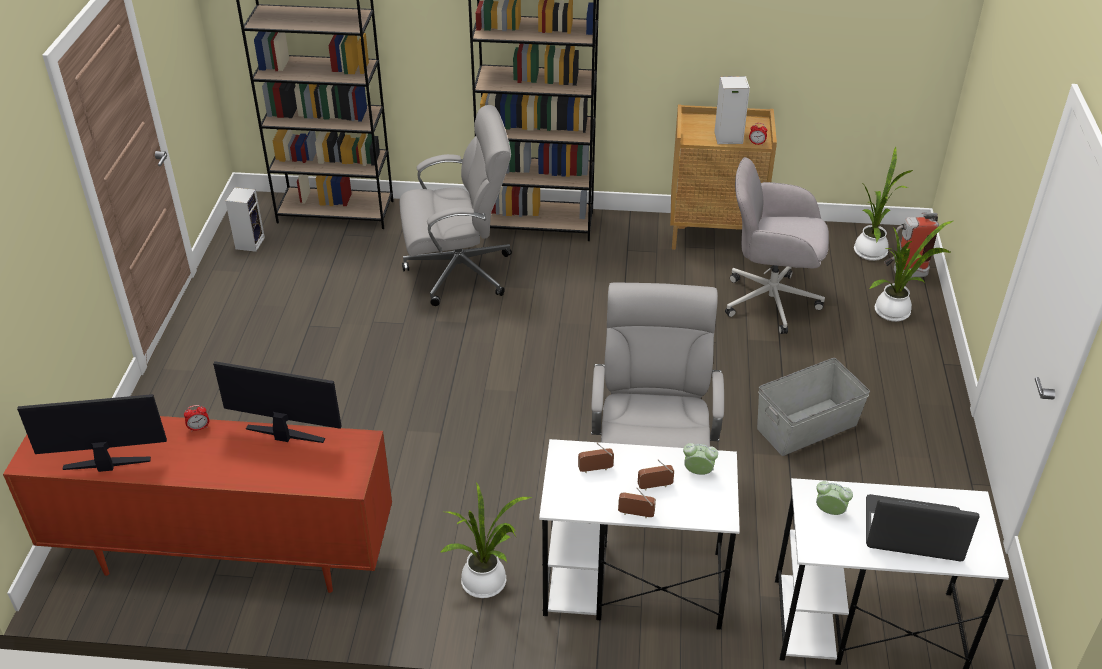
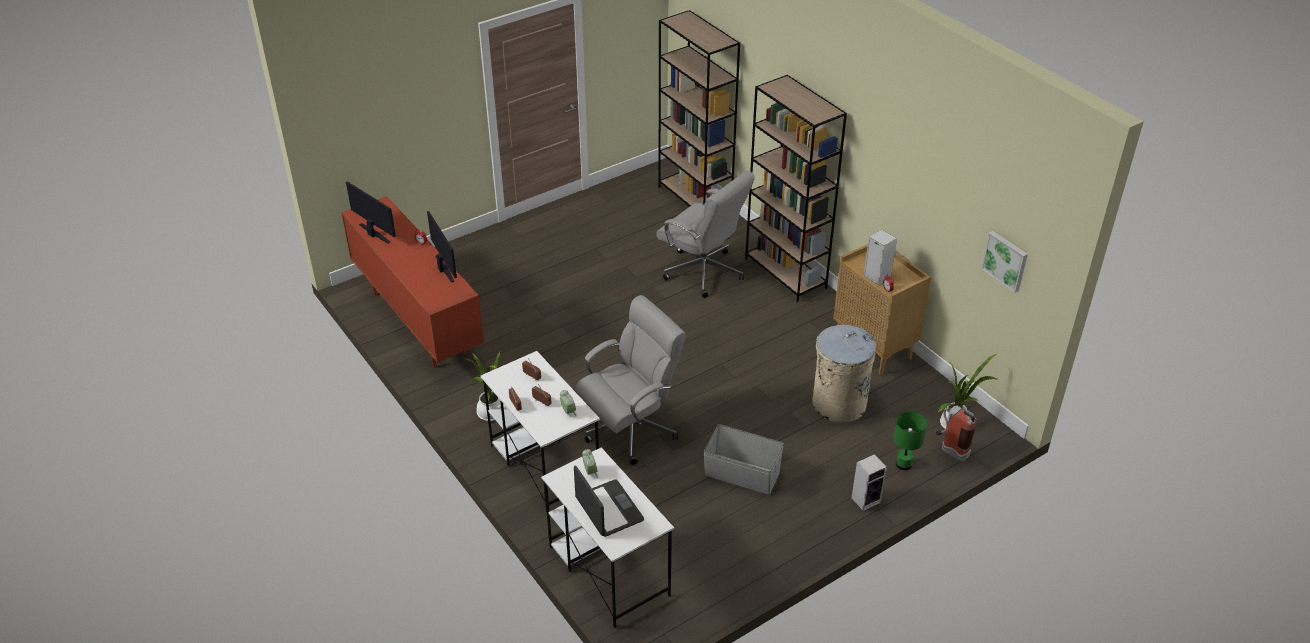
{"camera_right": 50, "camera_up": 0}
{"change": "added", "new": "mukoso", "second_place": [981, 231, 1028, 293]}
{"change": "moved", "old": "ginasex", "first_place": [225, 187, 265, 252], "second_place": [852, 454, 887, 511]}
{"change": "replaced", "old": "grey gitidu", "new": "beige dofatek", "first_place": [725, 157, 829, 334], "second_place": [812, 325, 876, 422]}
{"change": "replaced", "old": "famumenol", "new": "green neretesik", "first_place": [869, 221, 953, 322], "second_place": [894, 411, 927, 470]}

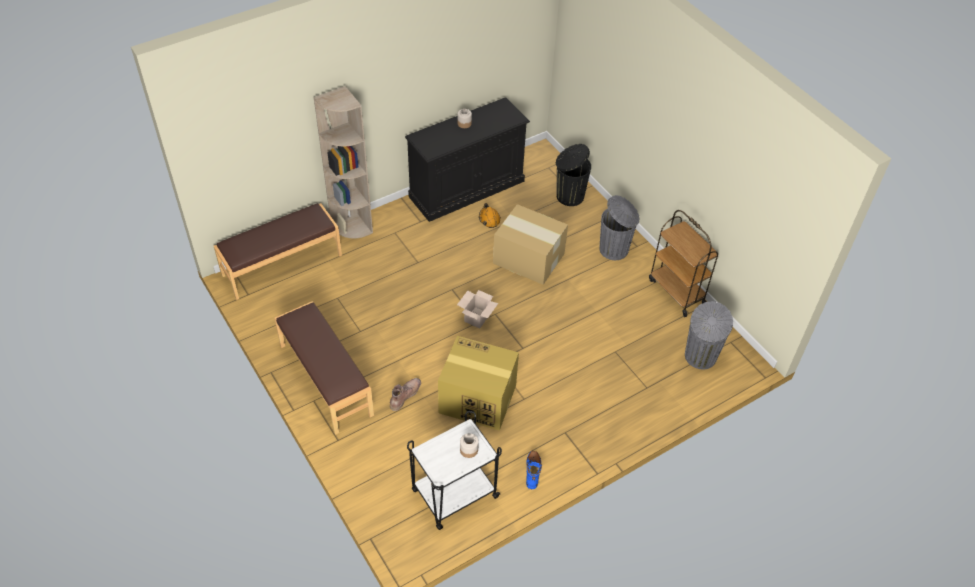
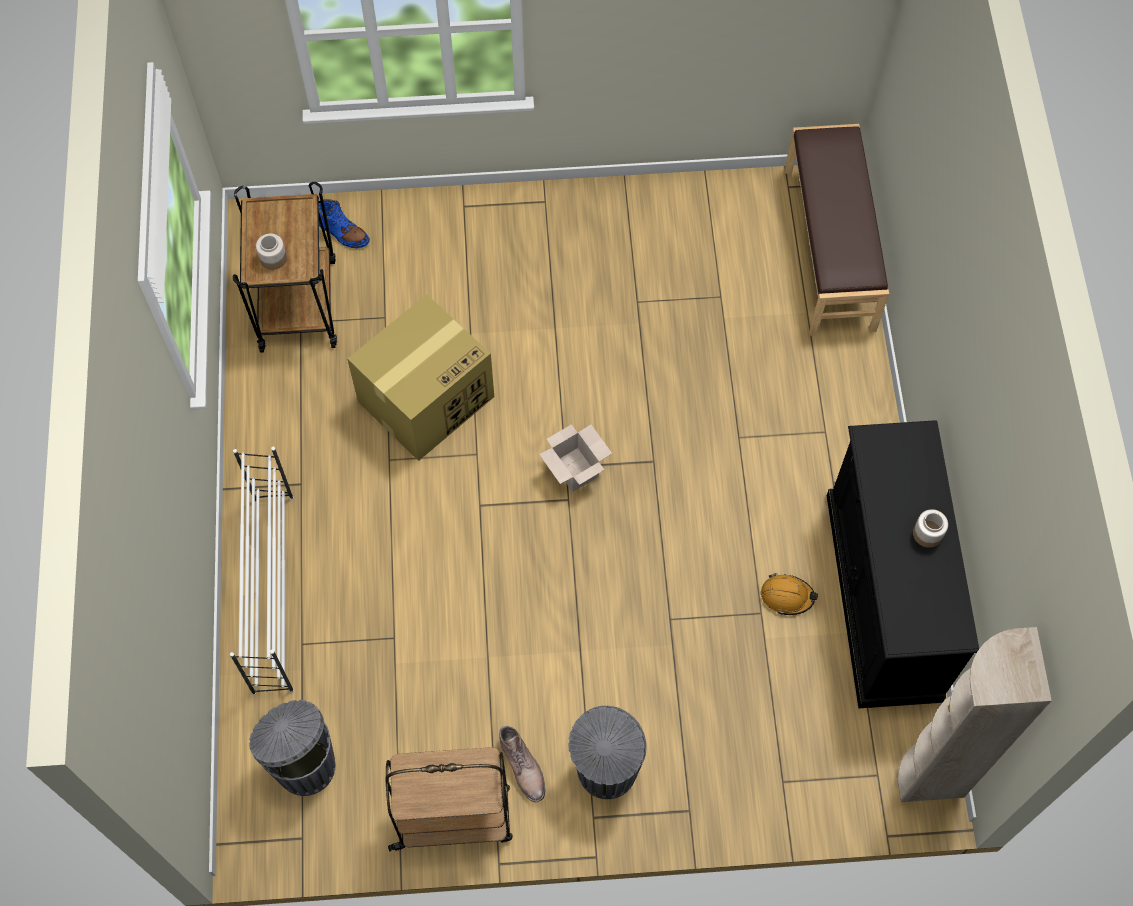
{"camera_right": 120, "camera_up": 15}
{"change": "removed", "old": "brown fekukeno", "first_place": [274, 301, 374, 435]}
{"change": "removed", "old": "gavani", "first_place": [493, 204, 568, 285]}
{"change": "removed", "old": "black dofatek", "first_place": [556, 144, 591, 206]}
{"change": "added", "new": "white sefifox", "second_place": [230, 447, 294, 695]}
{"change": "moved", "old": "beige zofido", "first_place": [314, 86, 373, 238], "second_place": [898, 627, 1052, 802]}
{"change": "moved", "old": "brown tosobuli", "first_place": [390, 378, 421, 411], "second_place": [499, 726, 545, 802]}
{"change": "moved", "old": "blue tosobuli", "first_place": [526, 451, 542, 489], "second_place": [319, 199, 370, 249]}
{"change": "recoloured", "old": "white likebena", "new": "brown likebena", "first_place": [407, 411, 502, 530], "second_place": [233, 182, 337, 353]}

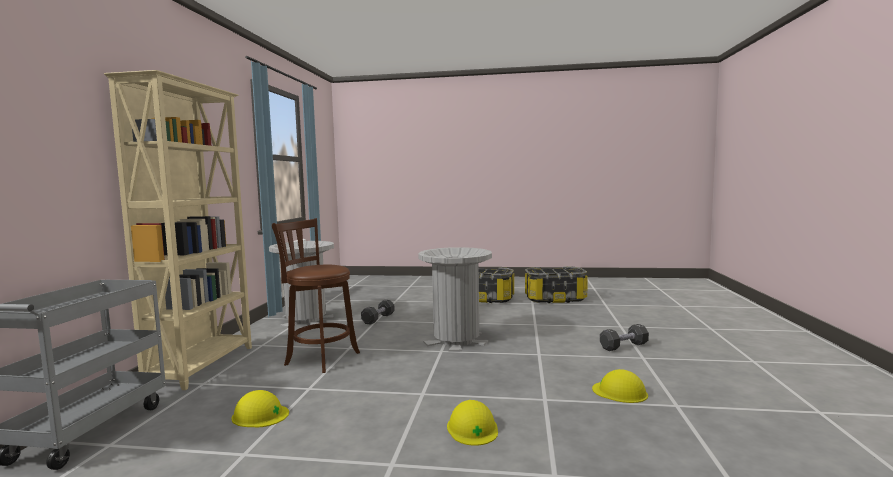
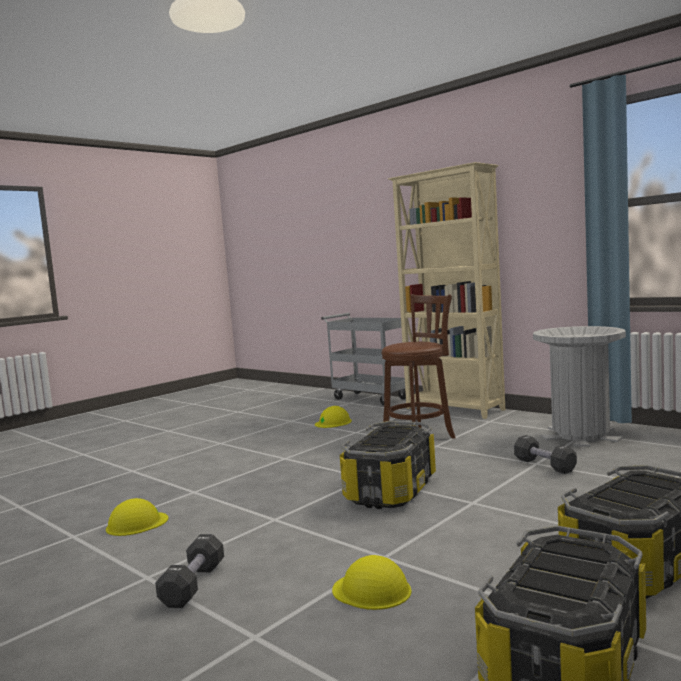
{"camera_right": 125, "camera_up": 0}
{"change": "moved", "old": "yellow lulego", "first_place": [447, 400, 498, 446], "second_place": [332, 555, 412, 610]}
{"change": "replaced", "old": "grey dofatek", "new": "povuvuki", "first_place": [418, 247, 492, 351], "second_place": [340, 421, 436, 509]}

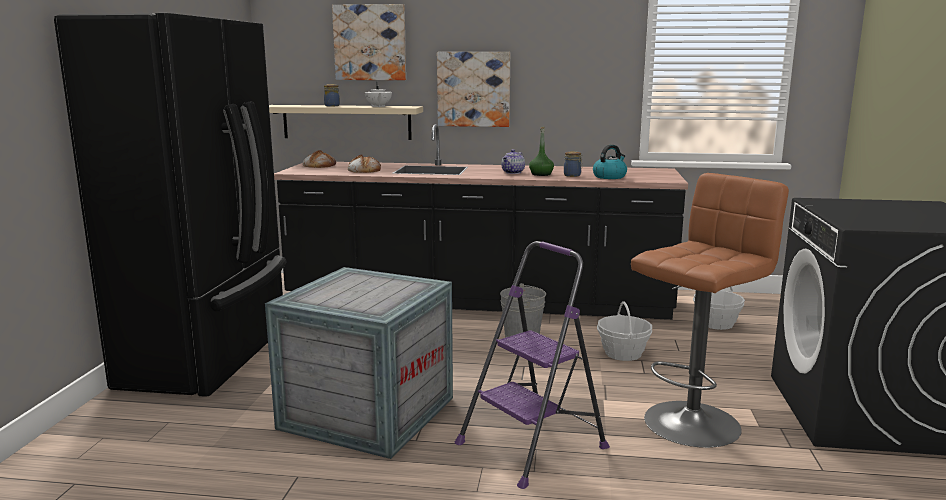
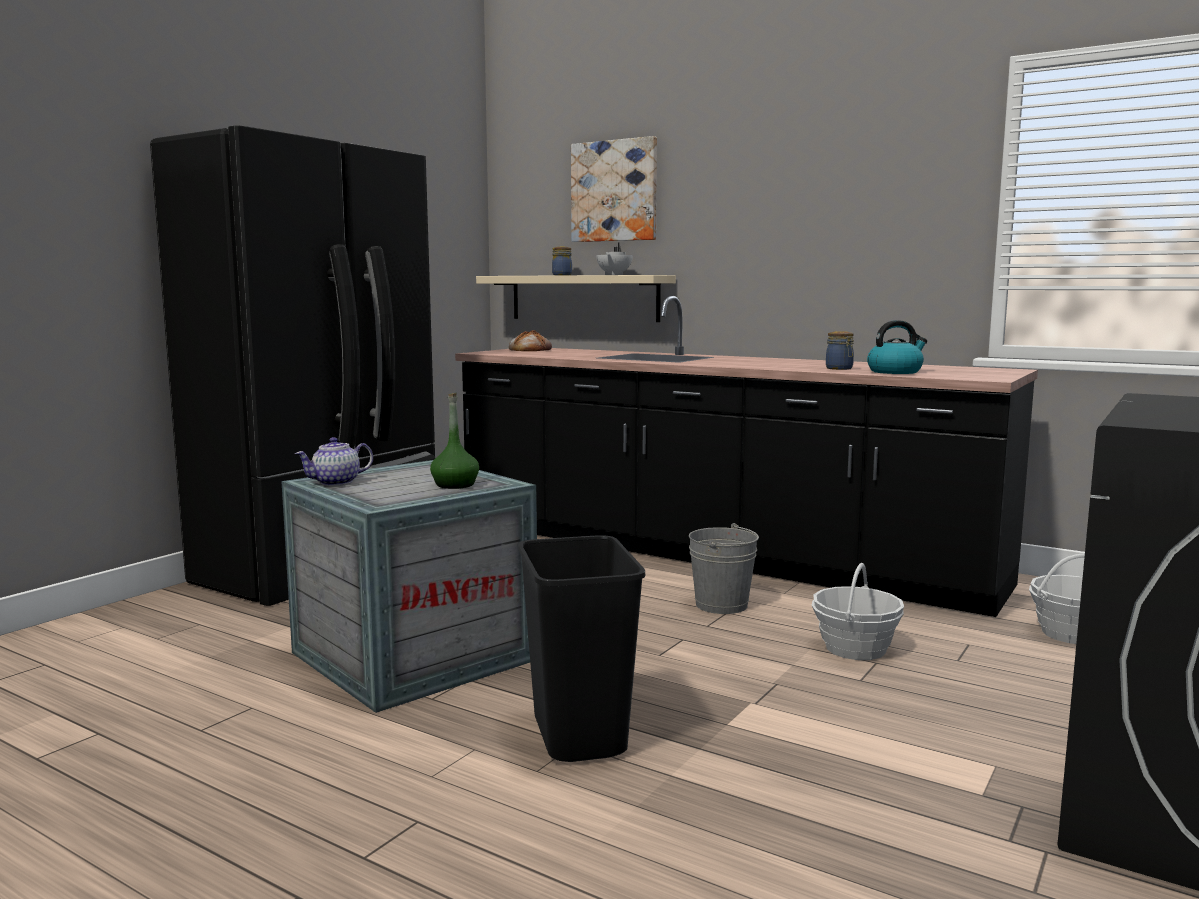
{"camera_right": 25, "camera_up": -5}
{"change": "removed", "old": "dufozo", "first_place": [348, 154, 381, 173]}
{"change": "removed", "old": "mukoso", "first_place": [437, 52, 510, 127]}
{"change": "removed", "old": "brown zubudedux", "first_place": [631, 173, 789, 448]}
{"change": "moved", "old": "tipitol", "first_place": [501, 149, 525, 174], "second_place": [295, 437, 373, 486]}
{"change": "moved", "old": "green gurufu", "first_place": [529, 127, 554, 176], "second_place": [430, 393, 479, 489]}
{"change": "replaced", "old": "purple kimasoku", "new": "black dofatek", "first_place": [454, 241, 610, 489], "second_place": [518, 535, 645, 762]}

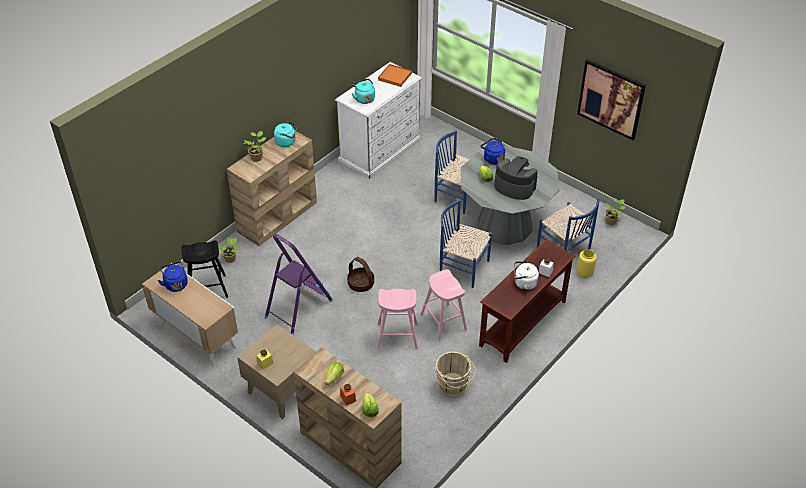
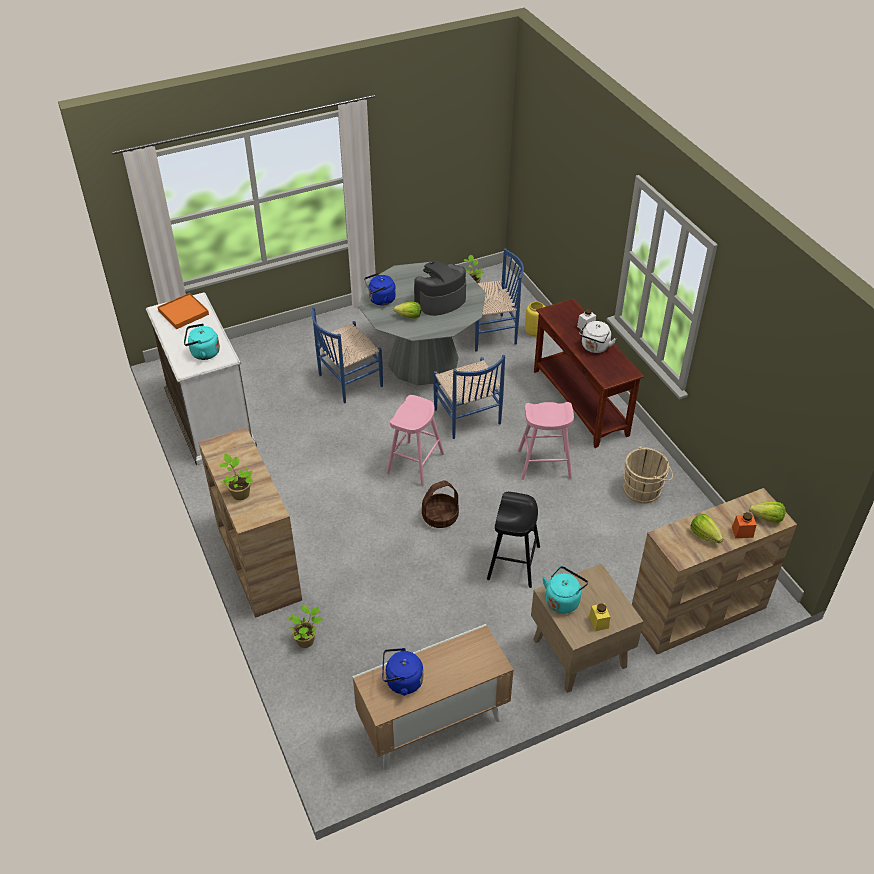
{"camera_right": -65, "camera_up": 0}
{"change": "removed", "old": "purple kimasoku", "first_place": [264, 234, 333, 335]}
{"change": "removed", "old": "mukoso", "first_place": [577, 59, 646, 140]}
{"change": "moved", "old": "black zubudedux", "first_place": [181, 240, 228, 298], "second_place": [487, 492, 540, 588]}
{"change": "moved", "old": "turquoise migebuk", "first_place": [274, 122, 298, 147], "second_place": [542, 566, 588, 614]}
{"change": "moved", "old": "pink zubudedux", "first_place": [377, 289, 418, 349], "second_place": [386, 395, 444, 486]}
{"change": "turned", "old": "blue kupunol", "first_place": [440, 199, 492, 288], "second_place": [434, 355, 505, 439], "degrees": -75}

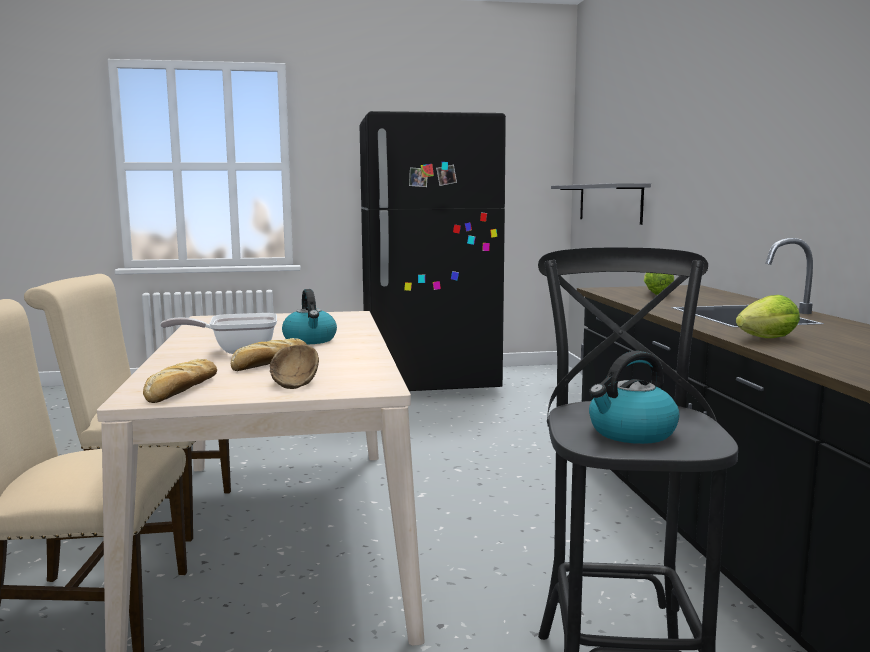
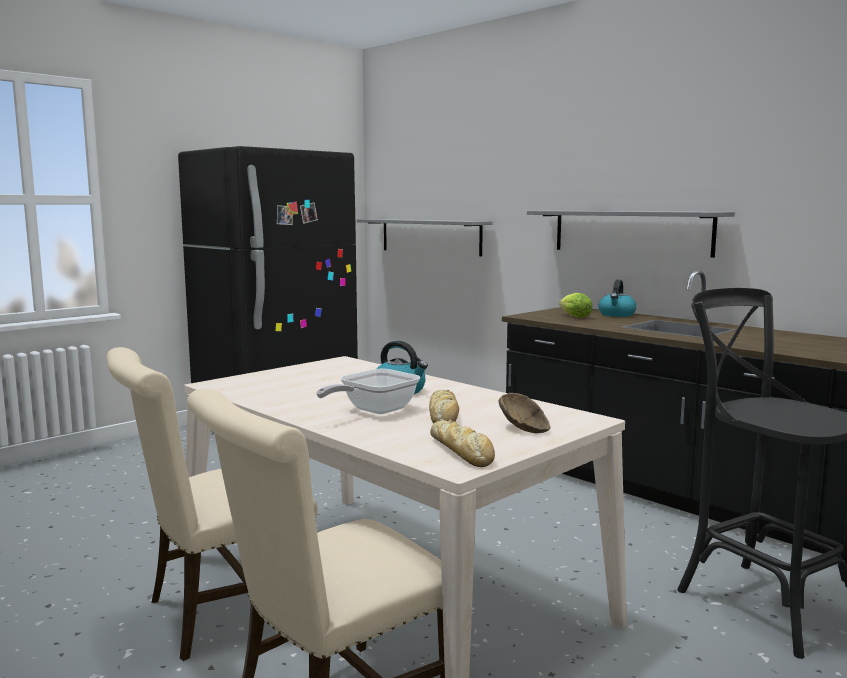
{"camera_right": -35, "camera_up": 0}
{"change": "removed", "old": "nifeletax", "first_place": [736, 295, 800, 338]}
{"change": "added", "new": "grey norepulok", "second_place": [527, 211, 735, 258]}
{"change": "moved", "old": "migebuk", "first_place": [589, 351, 680, 444], "second_place": [598, 280, 637, 317]}

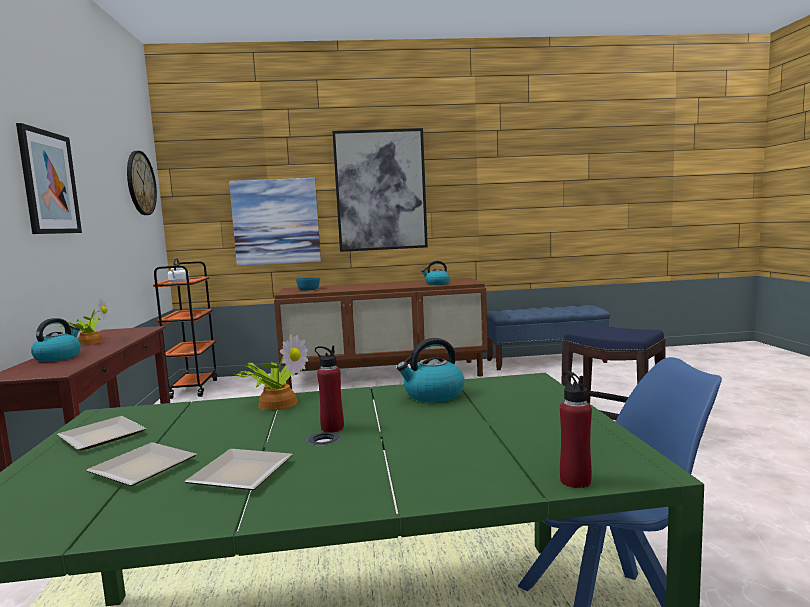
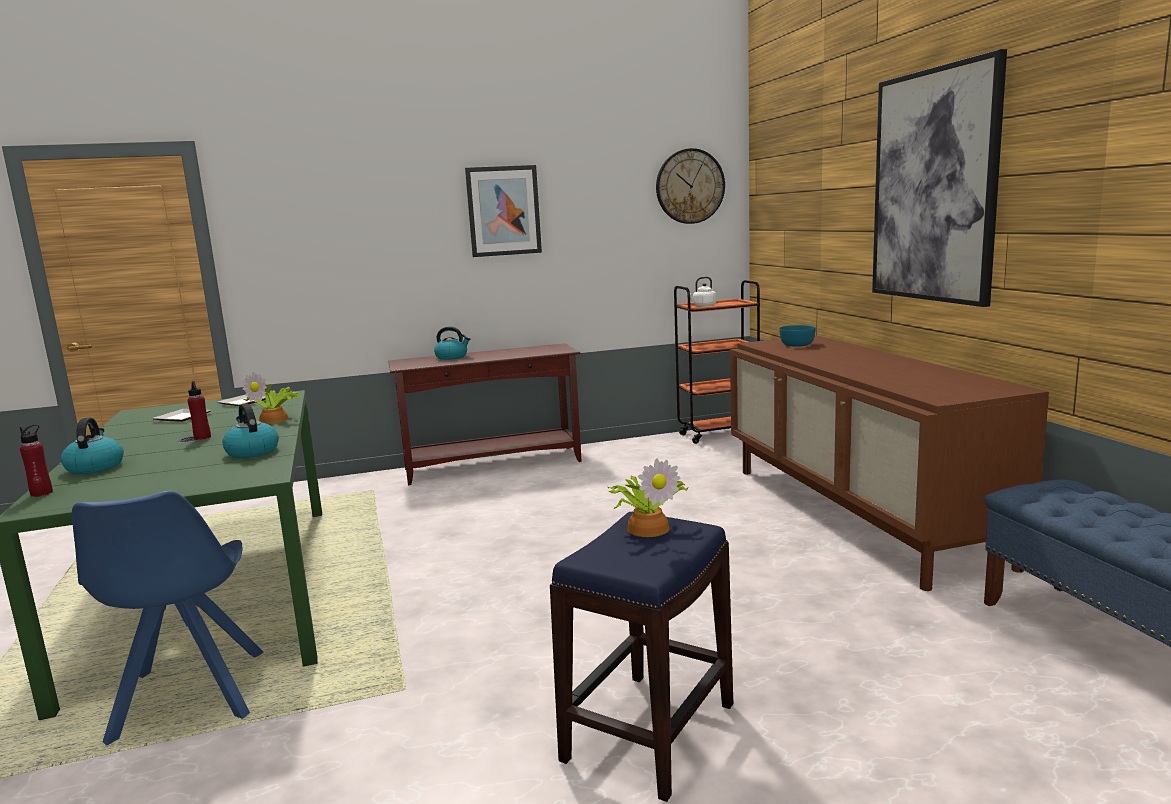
{"camera_right": 80, "camera_up": 5}
{"change": "removed", "old": "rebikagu", "first_place": [184, 449, 293, 490]}
{"change": "removed", "old": "mukoso", "first_place": [229, 178, 321, 266]}
{"change": "moved", "old": "famumenol", "first_place": [60, 299, 109, 345], "second_place": [607, 458, 689, 537]}
{"change": "moved", "old": "migebuk", "first_place": [421, 261, 450, 285], "second_place": [61, 417, 124, 474]}

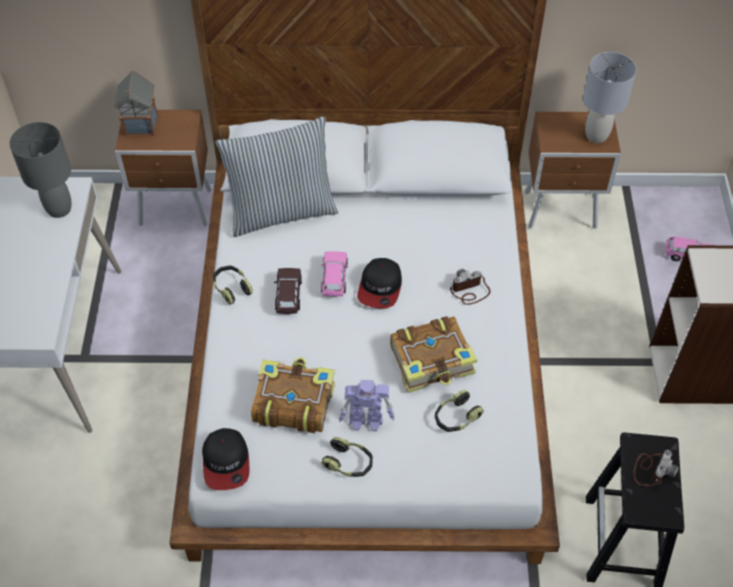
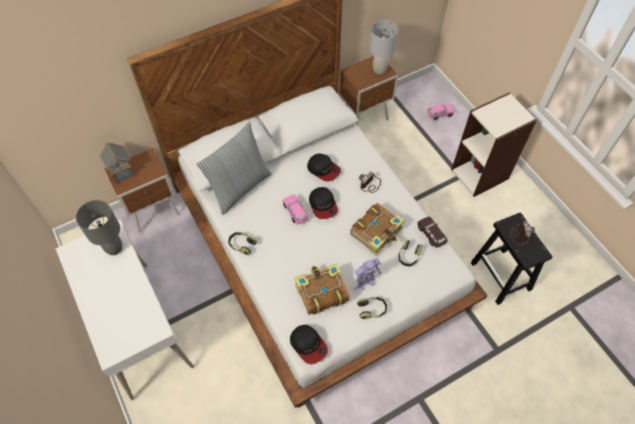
{"camera_right": -30, "camera_up": 5}
{"change": "added", "new": "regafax", "second_place": [307, 153, 341, 182]}
{"change": "moved", "old": "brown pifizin", "first_place": [274, 268, 302, 314], "second_place": [417, 216, 447, 248]}

